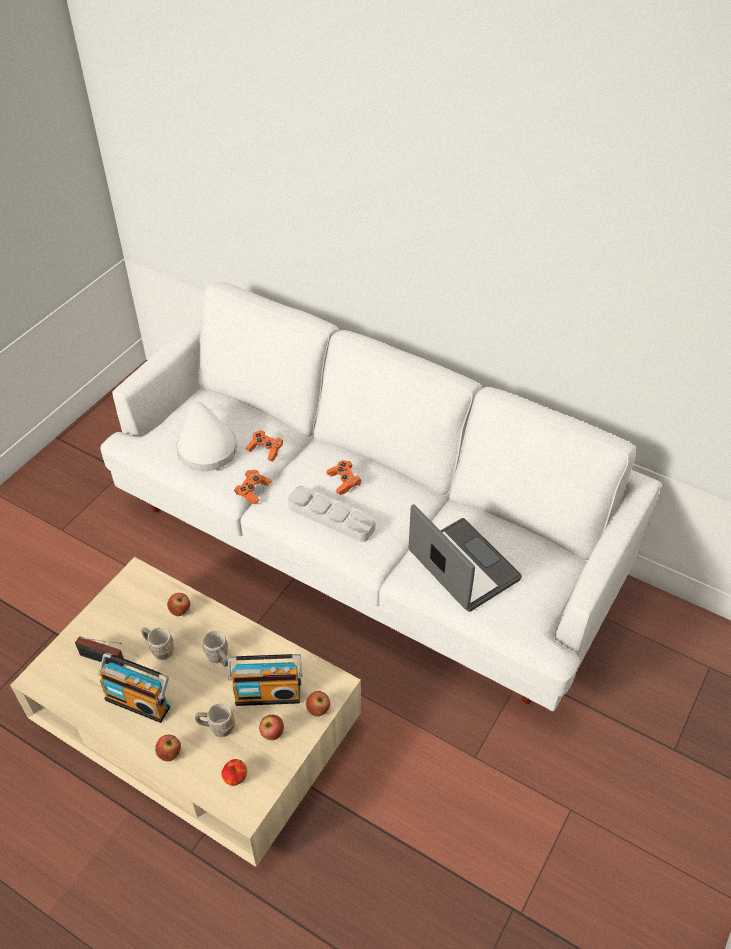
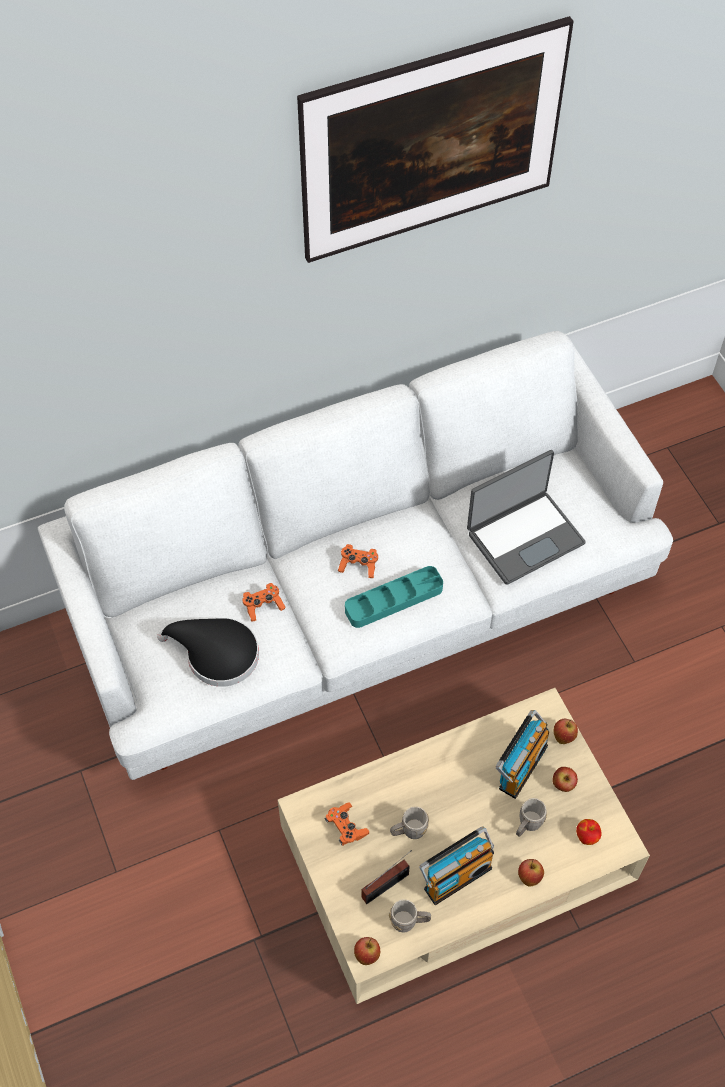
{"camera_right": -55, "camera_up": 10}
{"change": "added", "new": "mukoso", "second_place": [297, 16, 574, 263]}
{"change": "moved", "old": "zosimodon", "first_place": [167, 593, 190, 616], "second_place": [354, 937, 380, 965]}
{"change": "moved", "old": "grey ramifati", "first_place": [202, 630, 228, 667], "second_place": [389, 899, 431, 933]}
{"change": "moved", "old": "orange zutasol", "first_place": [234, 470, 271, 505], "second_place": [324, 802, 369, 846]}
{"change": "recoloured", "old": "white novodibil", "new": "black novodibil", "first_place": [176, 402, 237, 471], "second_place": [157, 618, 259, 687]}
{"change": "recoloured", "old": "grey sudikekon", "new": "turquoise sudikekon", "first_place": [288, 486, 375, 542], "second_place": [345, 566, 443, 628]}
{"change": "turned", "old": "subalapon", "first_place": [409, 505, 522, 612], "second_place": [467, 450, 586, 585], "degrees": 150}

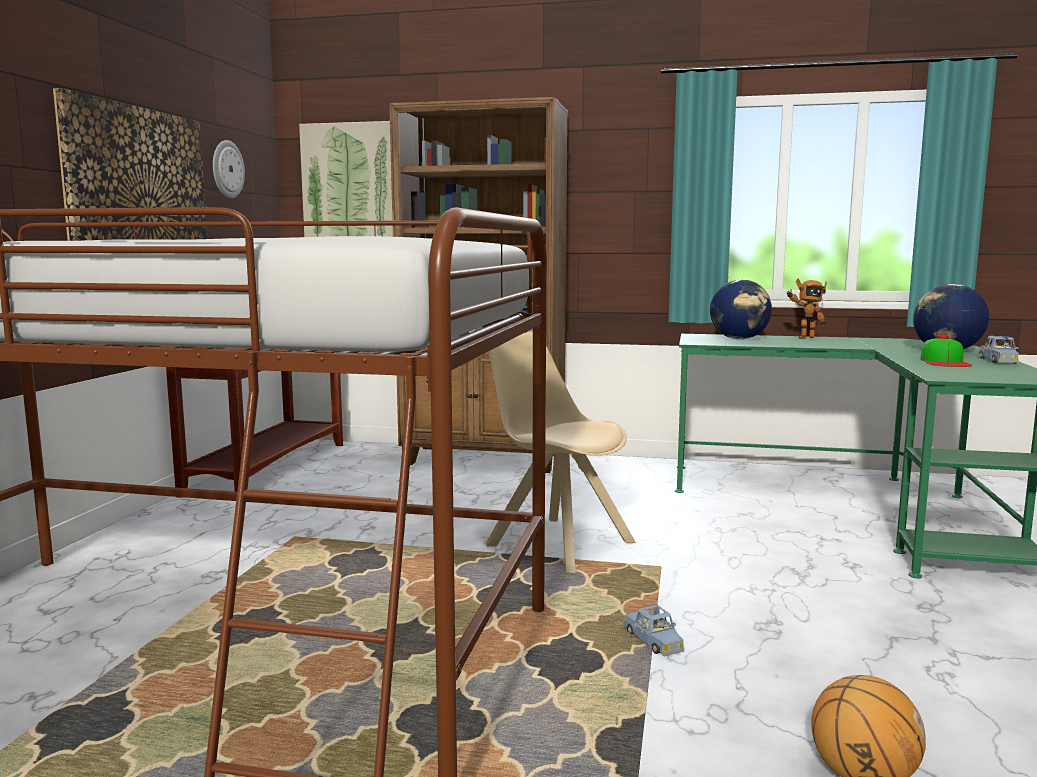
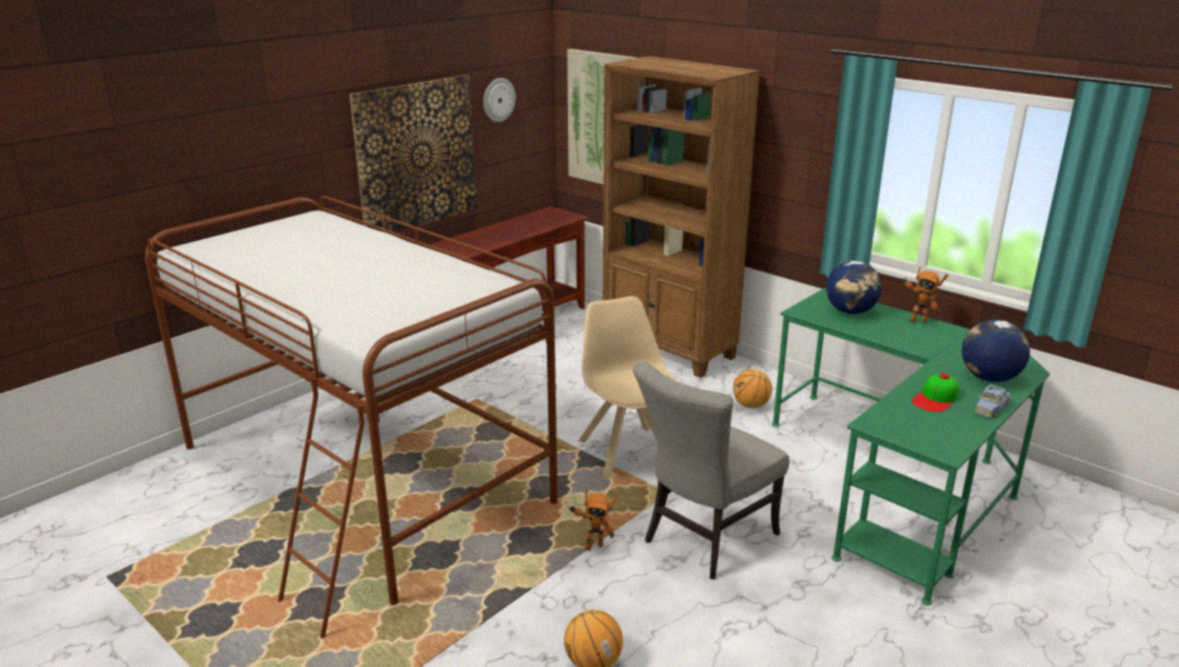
{"camera_right": 30, "camera_up": 15}
{"change": "added", "new": "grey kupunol", "second_place": [633, 362, 790, 580]}
{"change": "added", "new": "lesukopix", "second_place": [733, 370, 772, 408]}
{"change": "replaced", "old": "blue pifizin", "new": "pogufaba", "first_place": [623, 605, 684, 656], "second_place": [569, 489, 618, 550]}

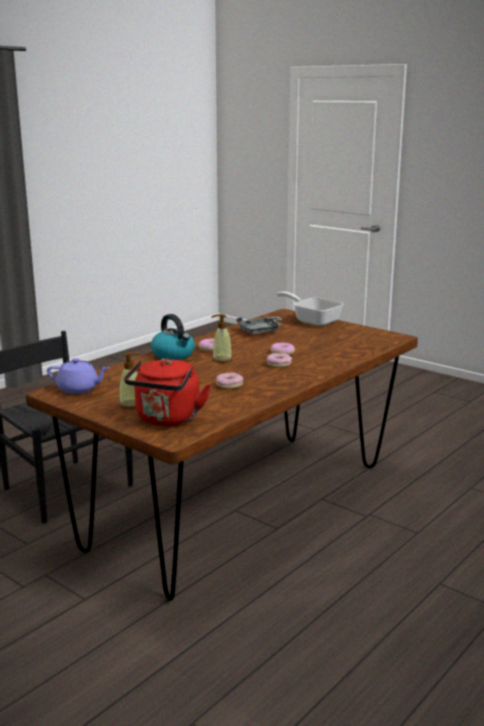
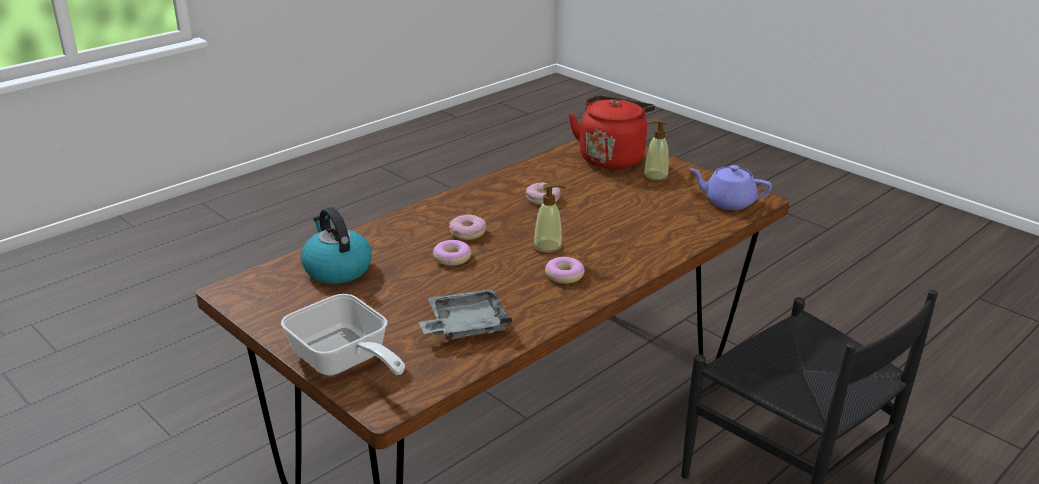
{"camera_right": -175, "camera_up": 10}
{"change": "moved", "old": "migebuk", "first_place": [151, 314, 195, 360], "second_place": [301, 207, 372, 284]}

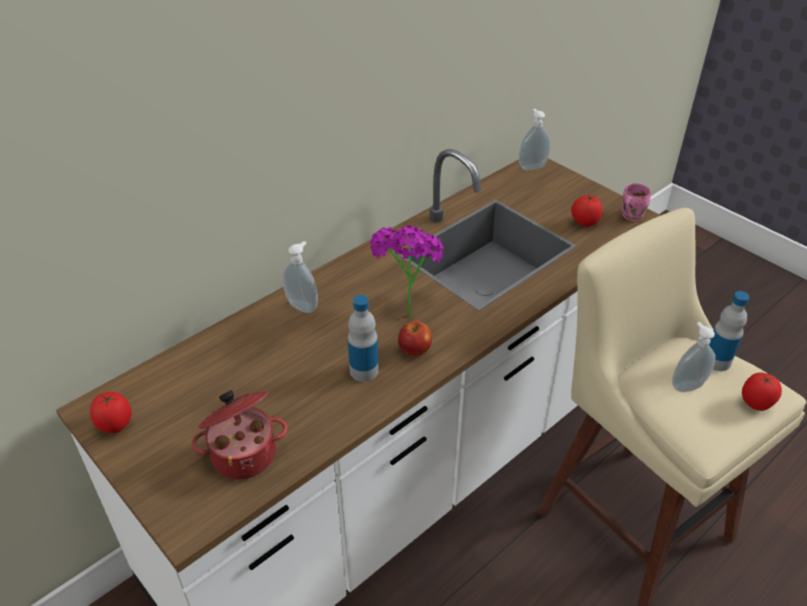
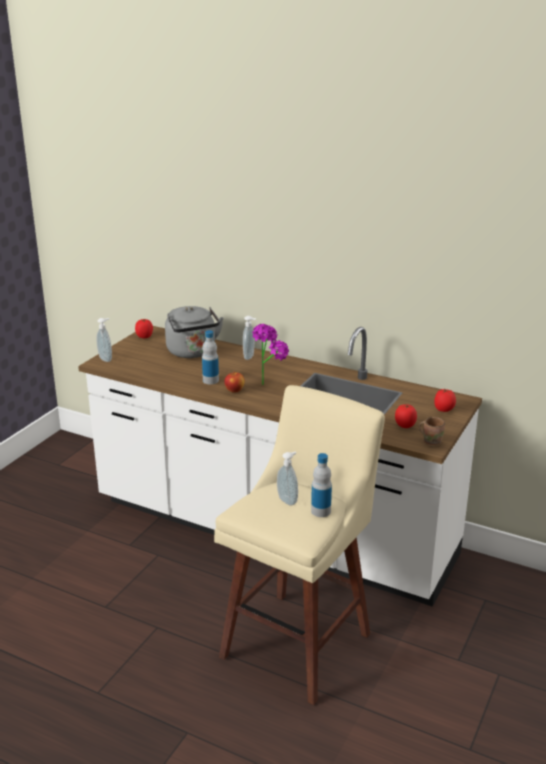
{"camera_right": 70, "camera_up": -15}
{"change": "removed", "old": "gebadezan", "first_place": [191, 390, 288, 479]}
{"change": "added", "new": "grey migebuk", "second_place": [165, 306, 223, 358]}
{"change": "moved", "old": "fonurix", "first_place": [519, 109, 550, 171], "second_place": [96, 318, 112, 362]}
{"change": "moved", "old": "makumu", "first_place": [742, 372, 782, 411], "second_place": [434, 389, 456, 412]}
{"change": "recoloured", "old": "pink ramifati", "new": "brown ramifati", "first_place": [622, 183, 651, 221], "second_place": [419, 417, 445, 446]}

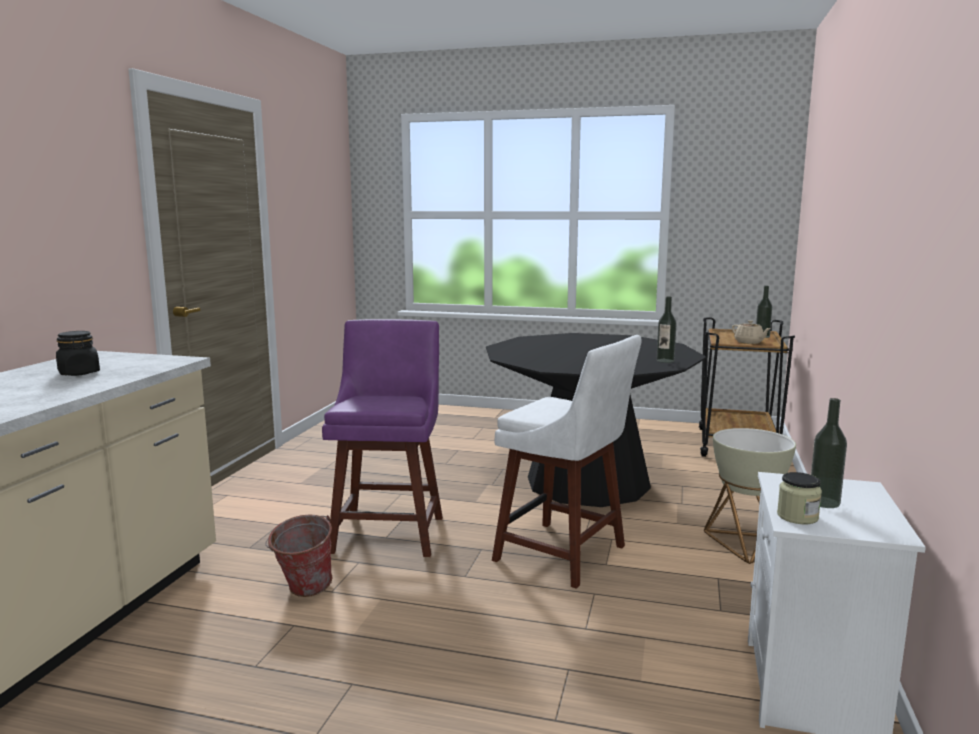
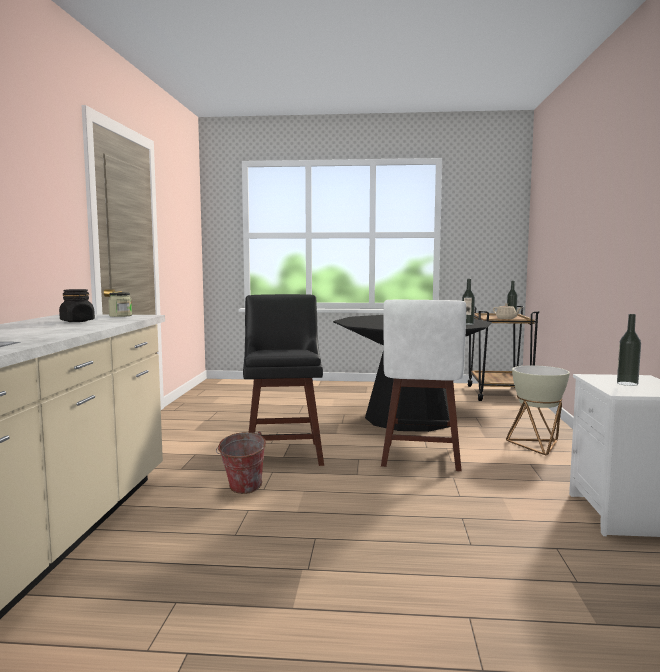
{"camera_right": -10, "camera_up": -5}
{"change": "moved", "old": "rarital", "first_place": [777, 472, 822, 524], "second_place": [108, 292, 132, 317]}
{"change": "recoloured", "old": "purple kupunol", "new": "black kupunol", "first_place": [322, 319, 443, 557], "second_place": [243, 294, 324, 466]}
{"change": "turned", "old": "white kupunol", "first_place": [492, 335, 642, 589], "second_place": [381, 300, 466, 471], "degrees": 75}

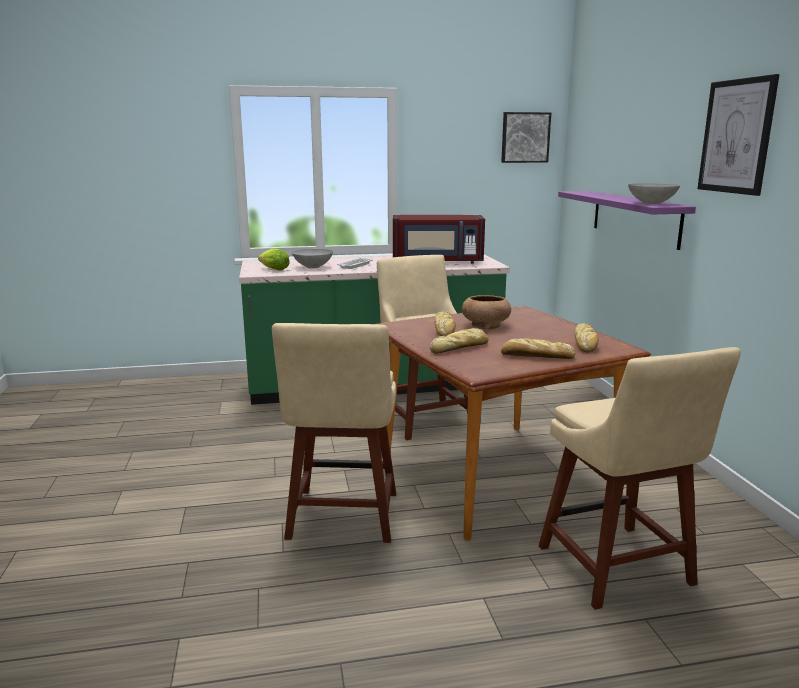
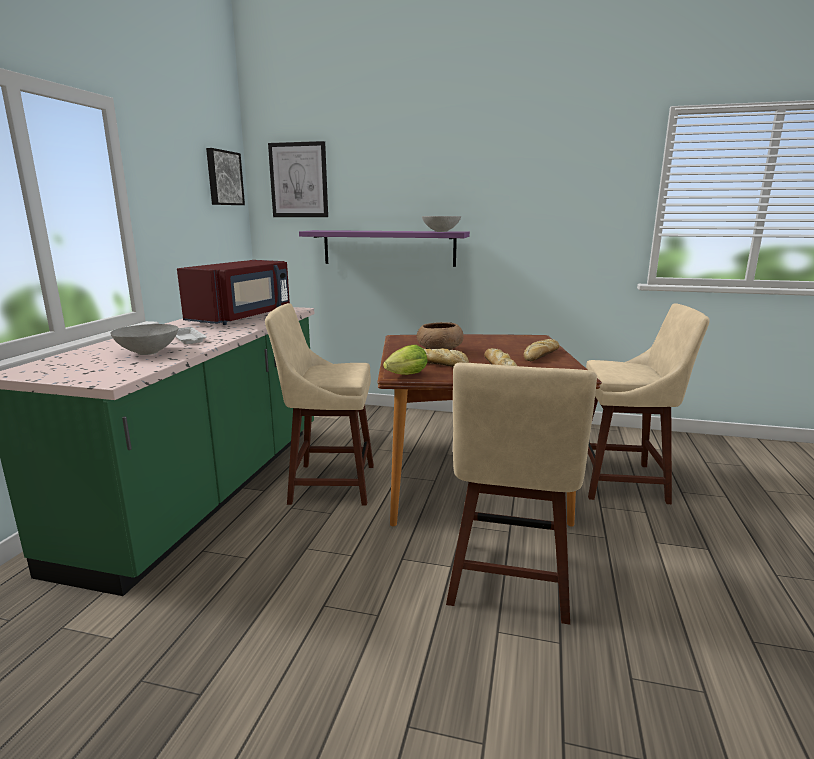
{"camera_right": -65, "camera_up": 0}
{"change": "removed", "old": "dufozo", "first_place": [575, 323, 599, 352]}
{"change": "moved", "old": "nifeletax", "first_place": [258, 249, 290, 270], "second_place": [383, 345, 428, 375]}
{"change": "moved", "old": "mukoso", "first_place": [698, 74, 779, 196], "second_place": [268, 141, 328, 217]}
{"change": "turned", "old": "beige kupunol", "first_place": [272, 323, 396, 543], "second_place": [446, 363, 597, 625], "degrees": 75}

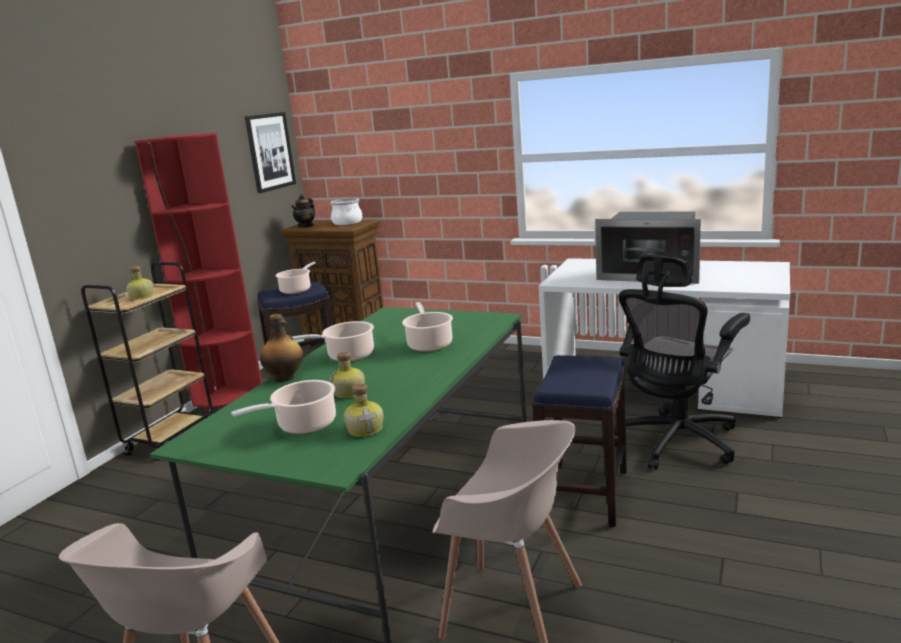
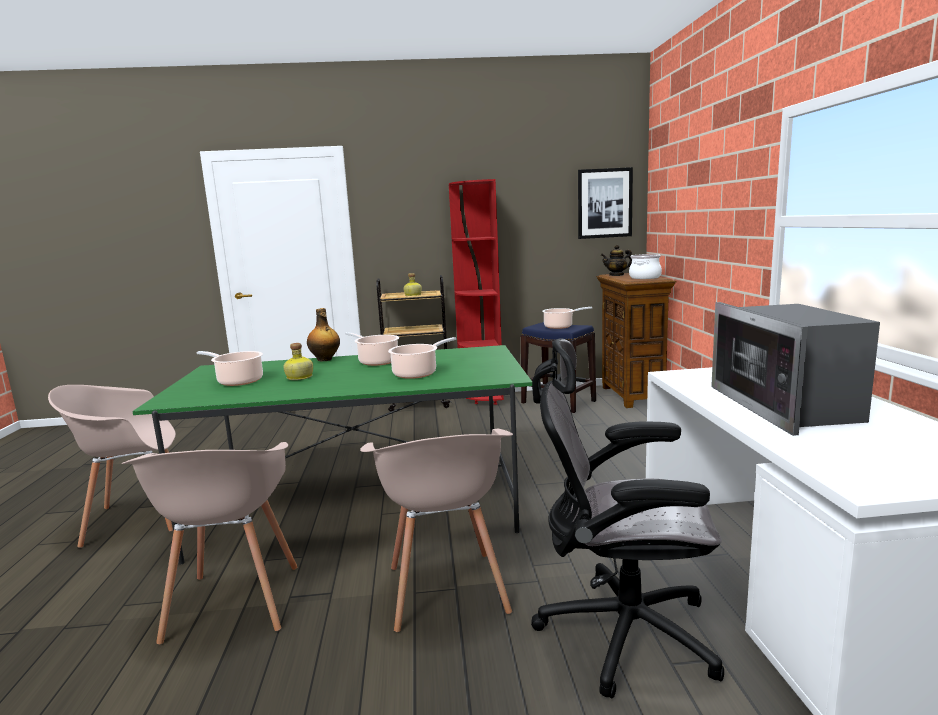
{"camera_right": 60, "camera_up": -5}
{"change": "removed", "old": "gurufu", "first_place": [343, 383, 383, 437]}
{"change": "replaced", "old": "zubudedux", "new": "beige kupunol", "first_place": [532, 355, 627, 527], "second_place": [360, 429, 513, 632]}

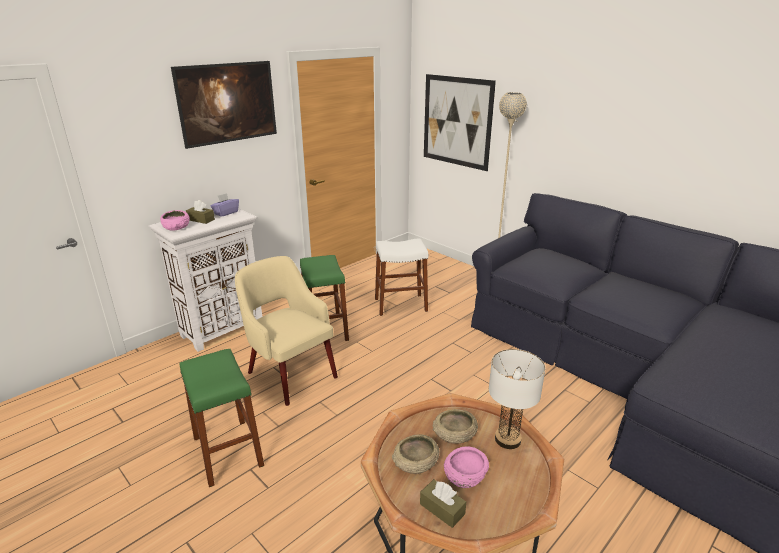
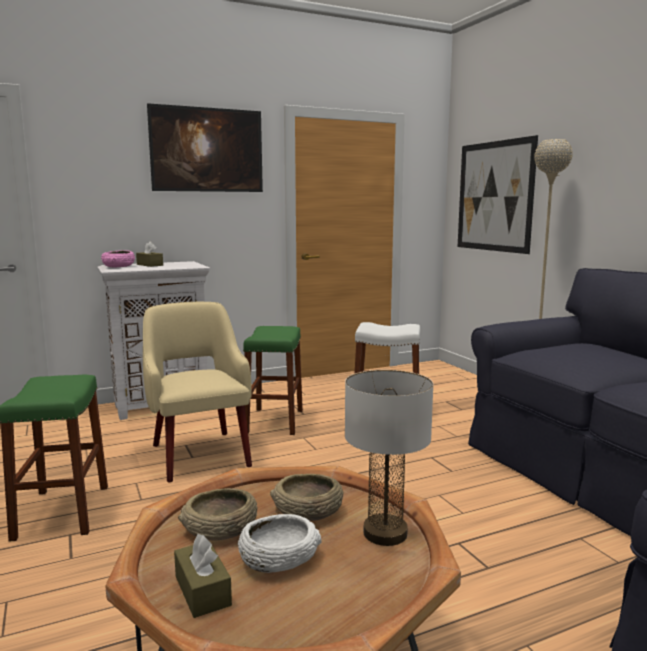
{"camera_right": 20, "camera_up": -15}
{"change": "removed", "old": "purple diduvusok", "first_place": [211, 193, 239, 217]}
{"change": "recoloured", "old": "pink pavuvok", "new": "white pavuvok", "first_place": [444, 446, 489, 488], "second_place": [238, 514, 321, 573]}

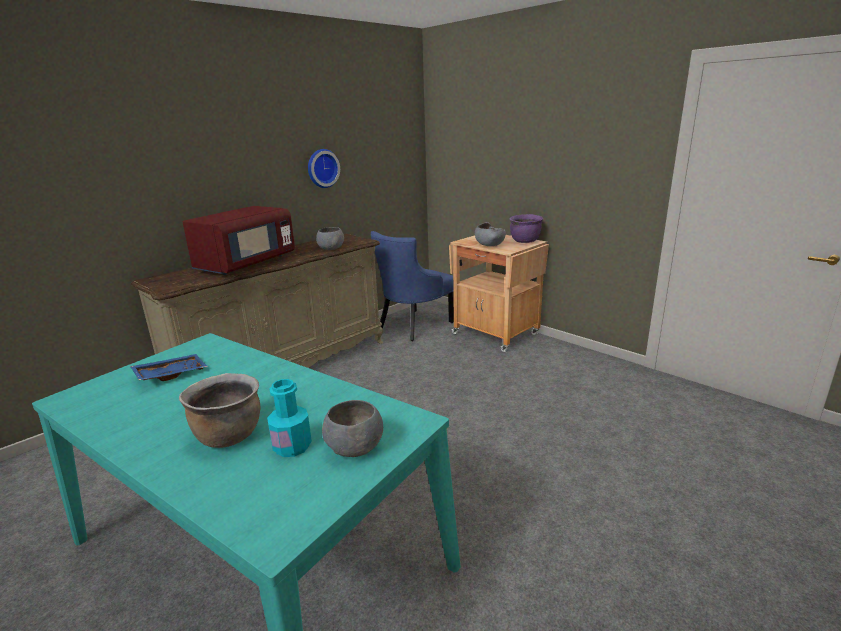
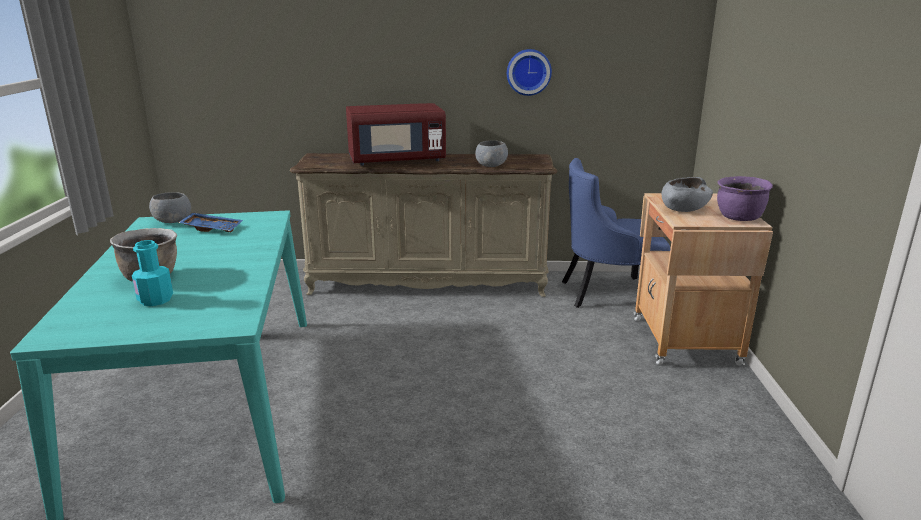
{"camera_right": 45, "camera_up": 0}
{"change": "moved", "old": "grey pavuvok", "first_place": [322, 400, 383, 457], "second_place": [149, 192, 191, 223]}

